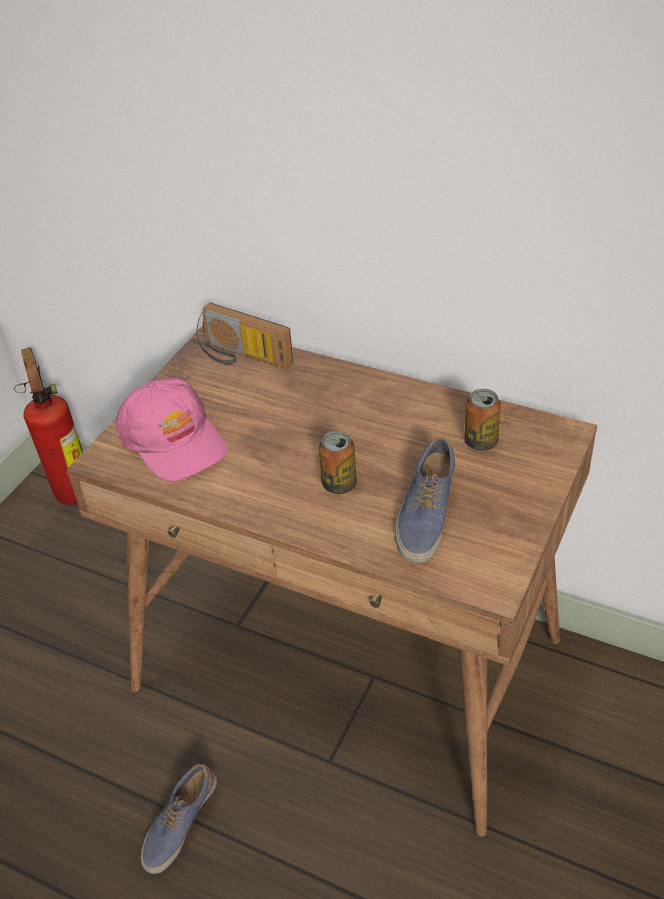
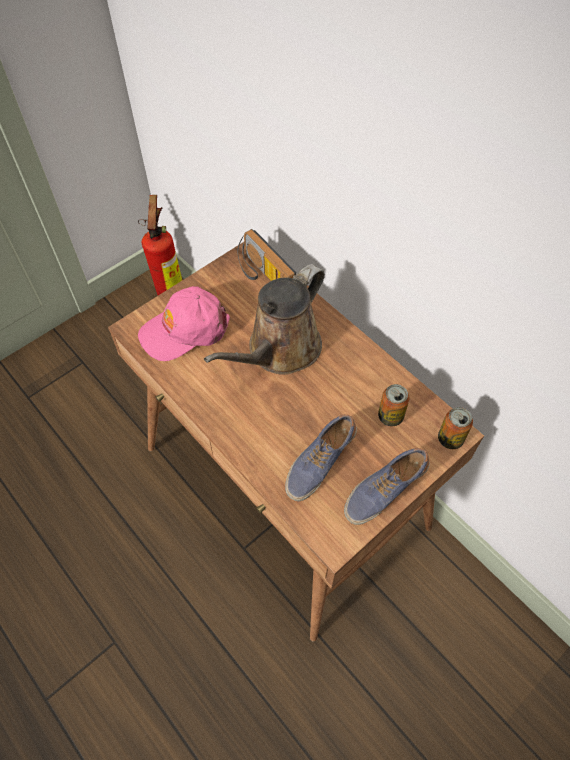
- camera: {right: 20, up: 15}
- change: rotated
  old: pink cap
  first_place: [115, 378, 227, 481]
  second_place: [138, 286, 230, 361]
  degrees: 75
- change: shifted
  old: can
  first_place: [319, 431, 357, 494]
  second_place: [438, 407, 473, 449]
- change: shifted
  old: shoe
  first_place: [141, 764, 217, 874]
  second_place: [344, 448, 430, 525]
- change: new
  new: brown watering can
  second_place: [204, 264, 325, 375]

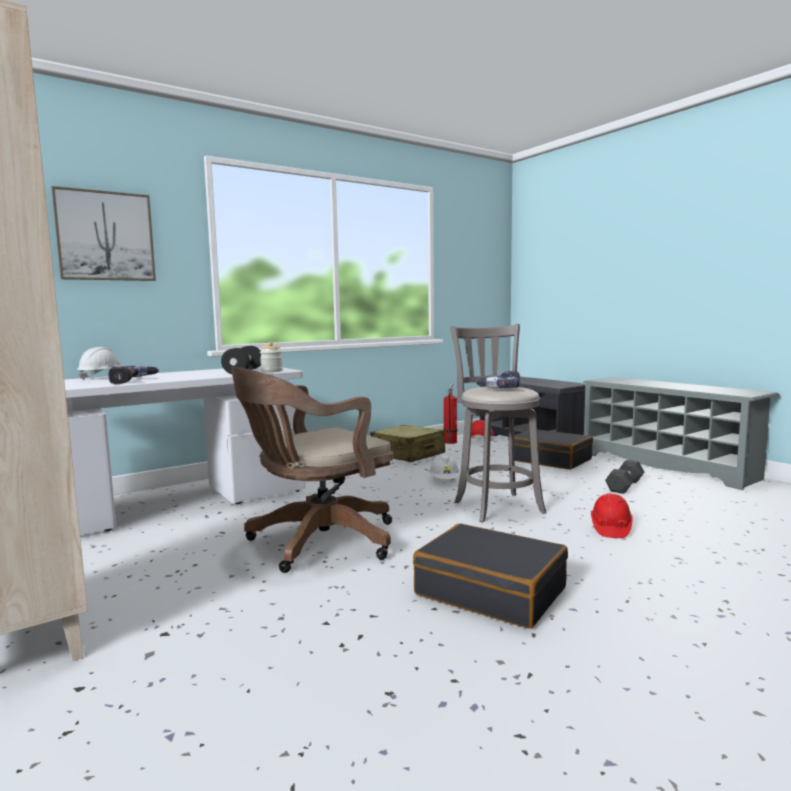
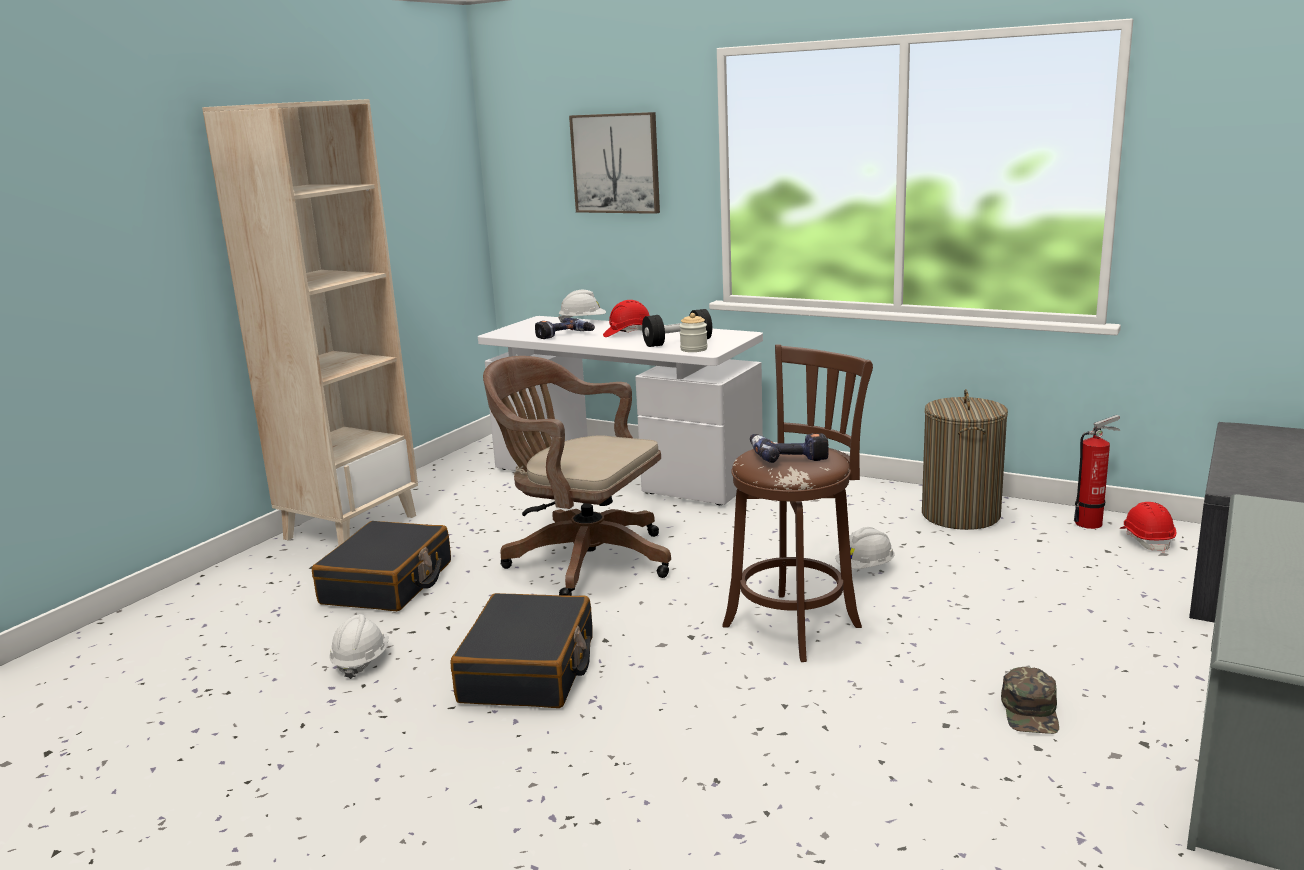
- camera: {right: 65, up: 10}
- change: repainted
  old: grey stool
  new: brown stool
  first_place: [450, 324, 546, 522]
  second_place: [723, 344, 873, 662]
- change: swapped
  old: beige suitcase
  new: laundry basket
  first_place: [370, 425, 445, 462]
  second_place: [922, 389, 1008, 530]
- change: shifted
  old: black suitcase
  first_place: [514, 430, 593, 470]
  second_place: [312, 521, 451, 611]
- change: swapped
  old: black dumbbell
  new: green cap
  first_place: [605, 460, 644, 494]
  second_place: [1001, 667, 1059, 734]
- change: shifted
  old: red hard hat
  first_place: [591, 494, 633, 538]
  second_place: [603, 300, 650, 337]
- change: new
  new: white hard hat
  second_place: [329, 614, 388, 679]

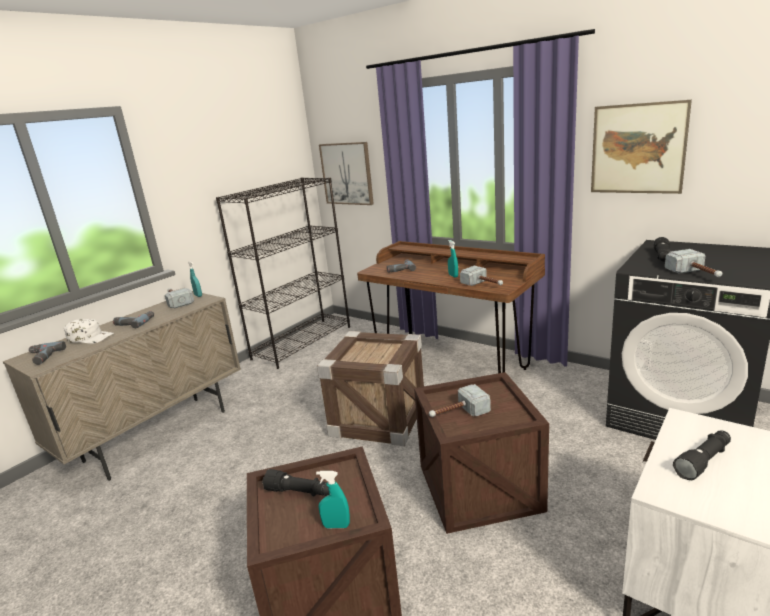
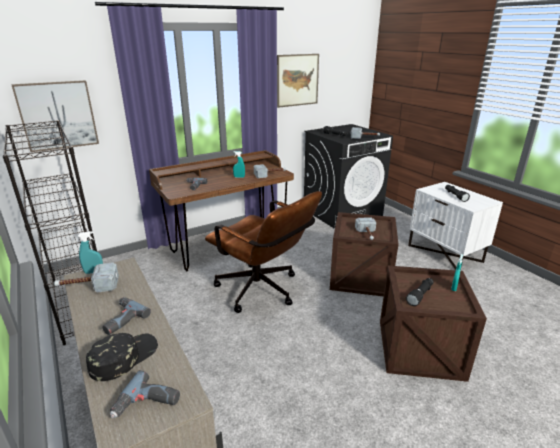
- camera: {right: -70, up: 5}
- change: repainted
  old: white cap
  new: black cap
  first_place: [64, 319, 114, 344]
  second_place: [86, 333, 158, 381]
- change: swapped
  old: crate
  new: brown office chair
  first_place: [317, 331, 424, 446]
  second_place: [205, 191, 322, 313]

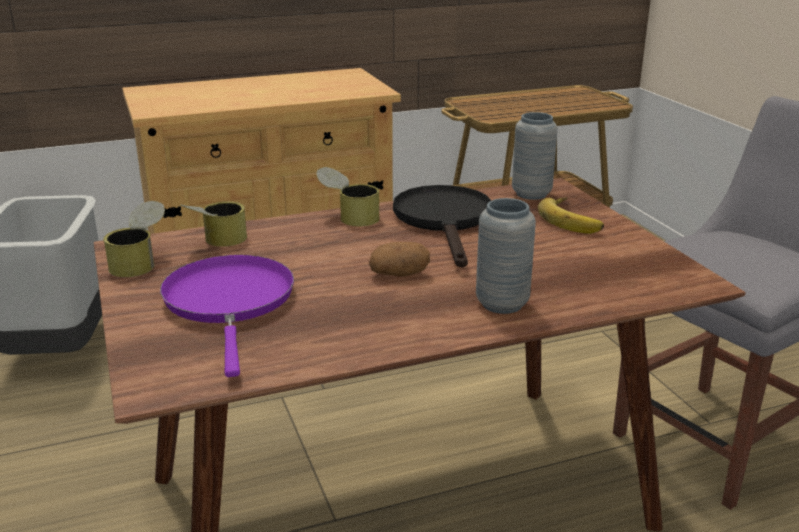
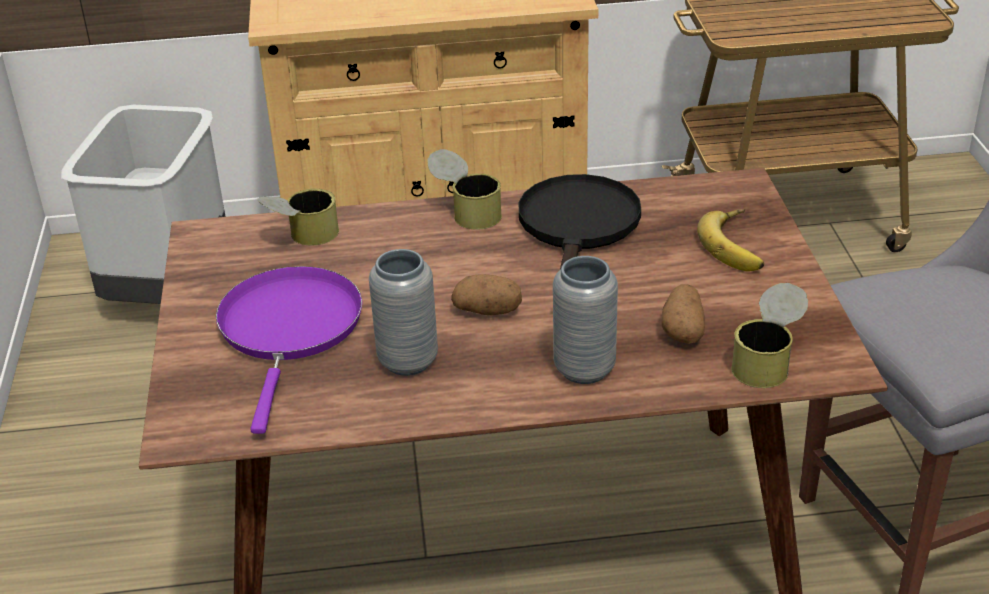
- camera: {right: 15, up: 10}
- change: shifted
  old: grey vase
  first_place: [512, 112, 558, 200]
  second_place: [369, 249, 438, 376]
- change: shifted
  old: can
  first_place: [103, 201, 165, 277]
  second_place: [732, 283, 808, 388]
- change: new
  new: potato
  second_place: [662, 284, 705, 344]

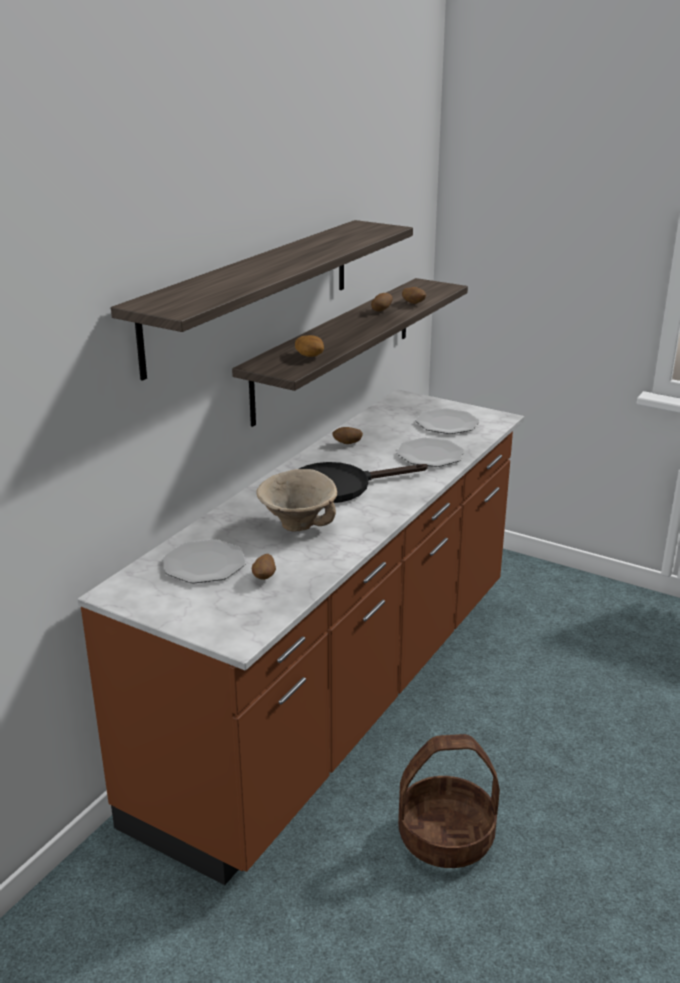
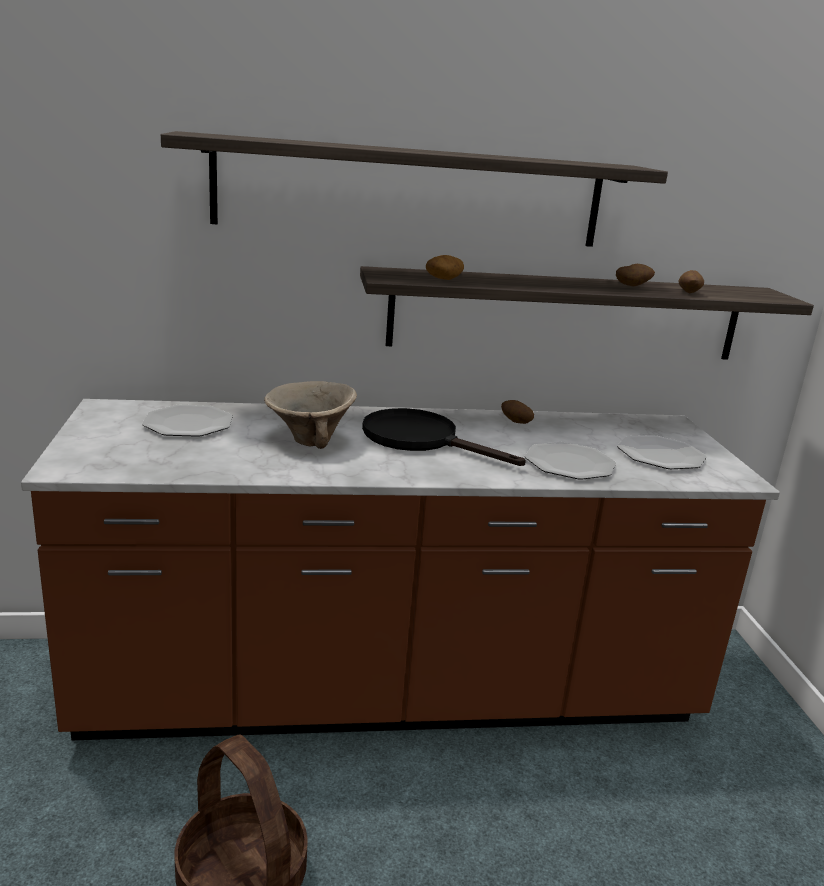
- camera: {right: 50, up: -5}
- change: gone
  old: potato
  first_place: [252, 554, 276, 580]

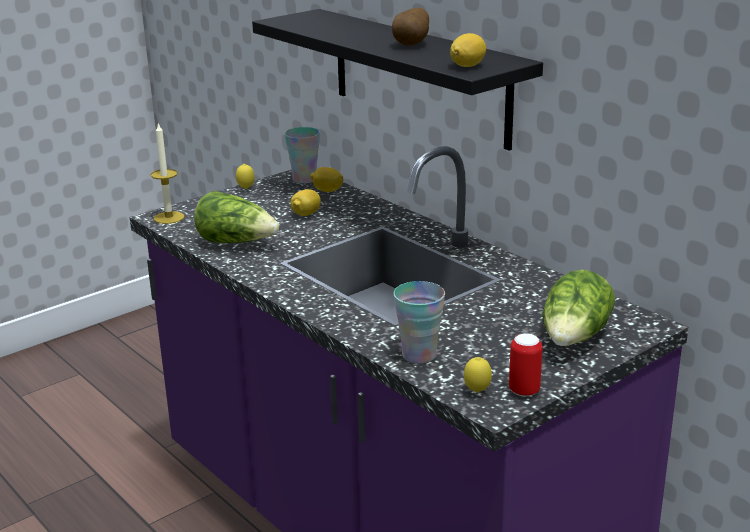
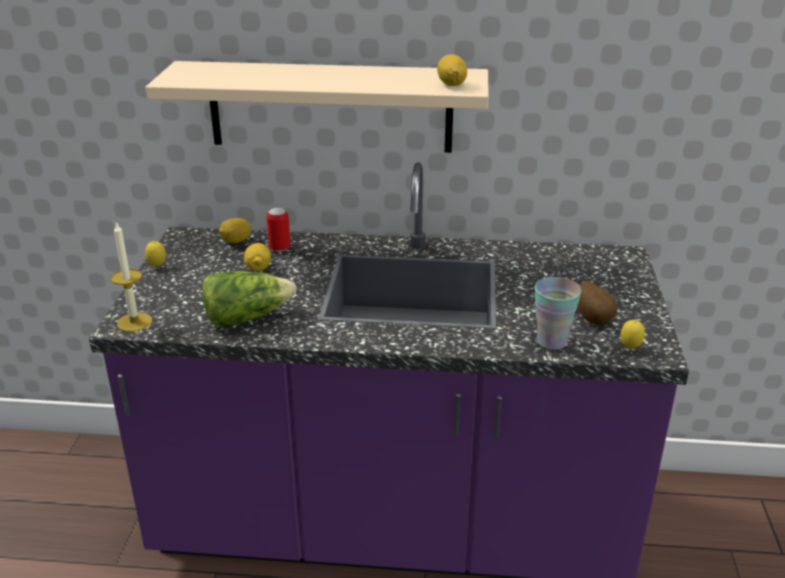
- camera: {right: -45, up: 5}
- change: shifted
  old: potato
  first_place: [392, 8, 429, 46]
  second_place: [577, 281, 617, 325]
- change: repainted
  old: black shelf
  new: beige shelf
  first_place: [252, 9, 543, 151]
  second_place: [146, 61, 489, 153]
- change: gone
  old: cup
  first_place: [284, 127, 320, 183]
- change: gone
  old: lettuce
  first_place: [542, 270, 615, 346]
- change: shifted
  old: can
  first_place: [509, 333, 543, 396]
  second_place: [267, 208, 290, 252]

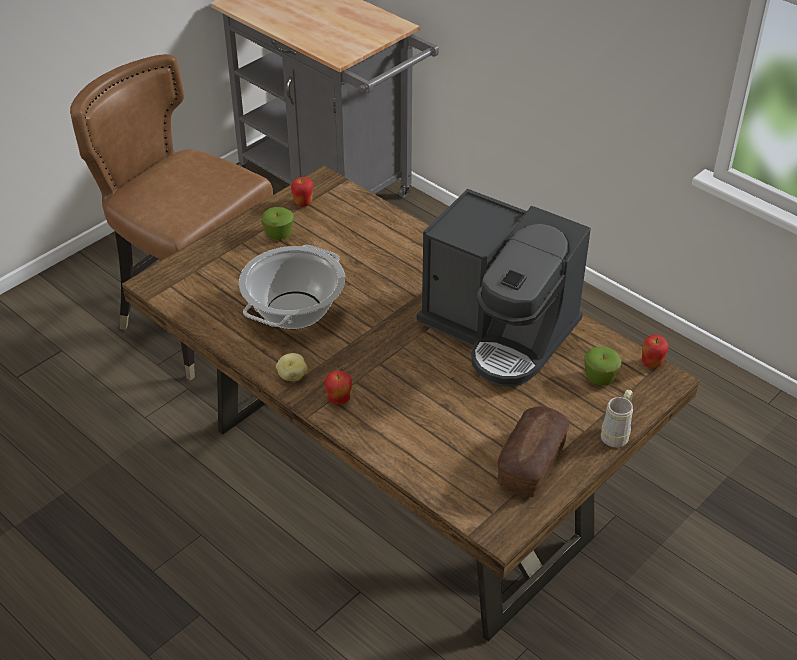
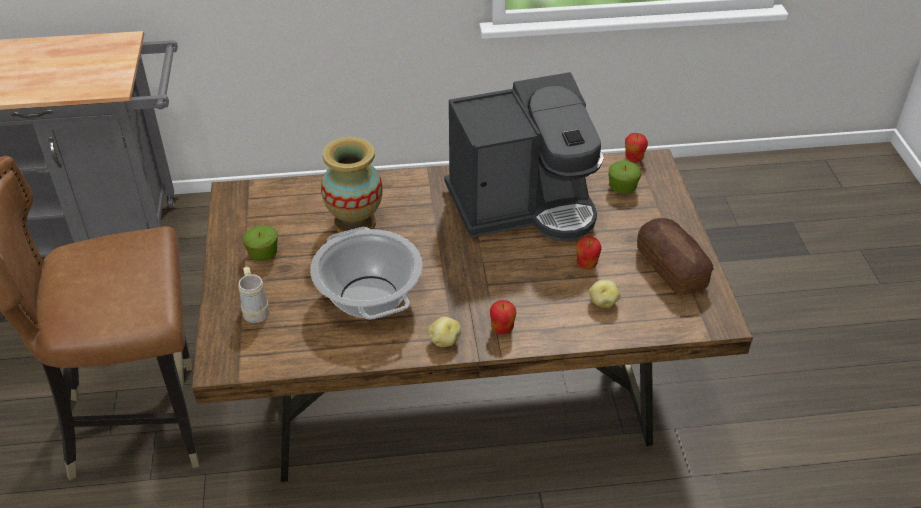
- camera: {right: -50, up: 0}
- change: shifted
  old: apple
  first_place: [291, 177, 313, 207]
  second_place: [576, 236, 602, 269]
- change: shifted
  old: beige mug
  first_place: [601, 390, 633, 447]
  second_place: [238, 267, 270, 323]
- change: new
  new: vase
  second_place: [321, 137, 382, 233]
- change: new
  new: potato
  second_place: [589, 280, 620, 308]

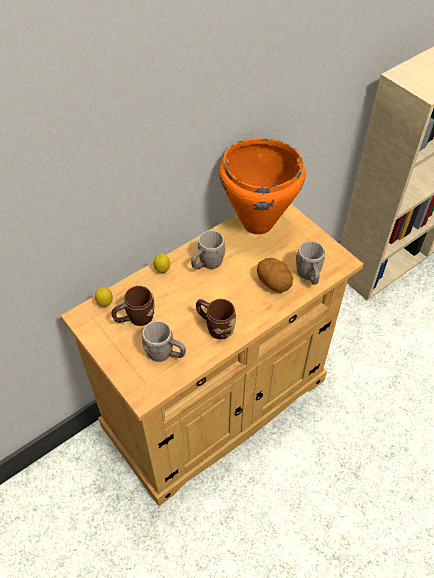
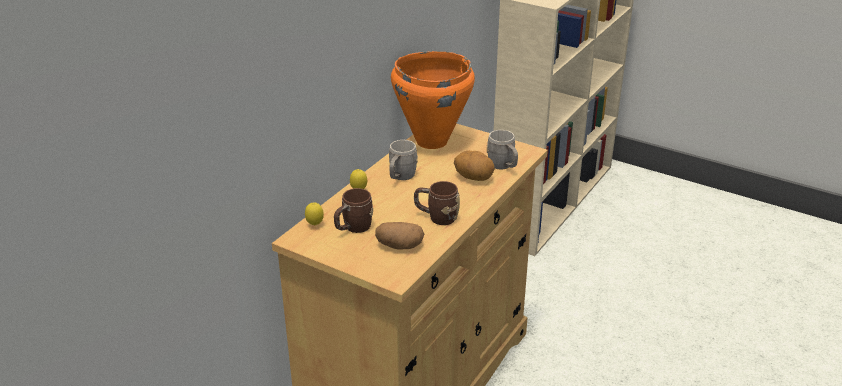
- camera: {right: -20, up: -20}
- change: swapped
  old: grey mug
  new: potato
  first_place: [142, 321, 186, 362]
  second_place: [375, 222, 424, 249]

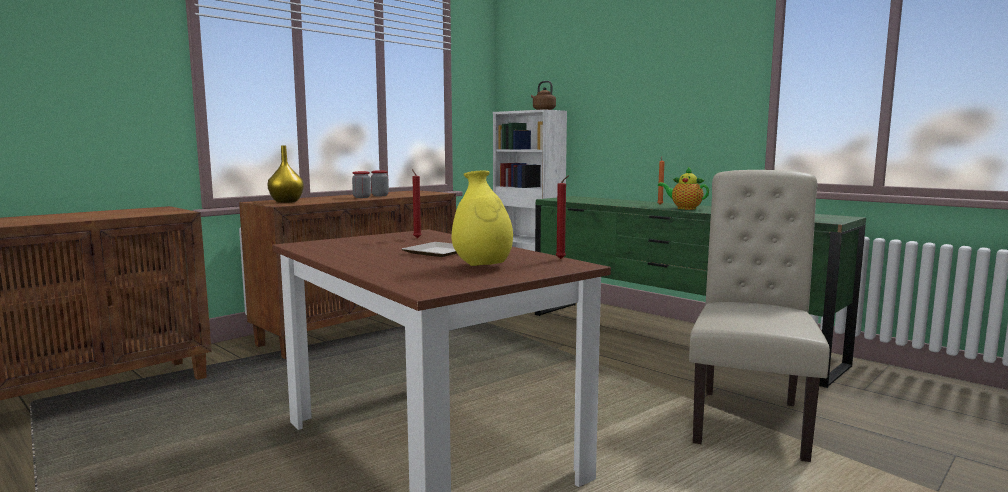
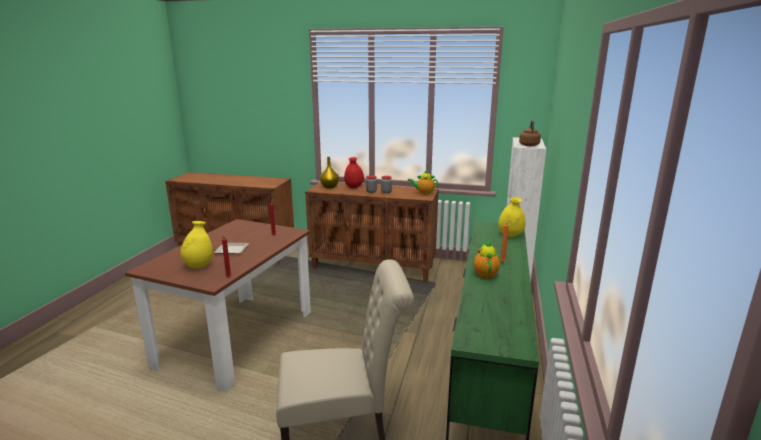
- camera: {right: 60, up: 10}
- change: new
  new: red vase
  second_place: [344, 157, 364, 188]
- change: new
  new: teapot
  second_place: [408, 170, 438, 195]
- change: new
  new: yellow vase
  second_place: [498, 197, 526, 237]

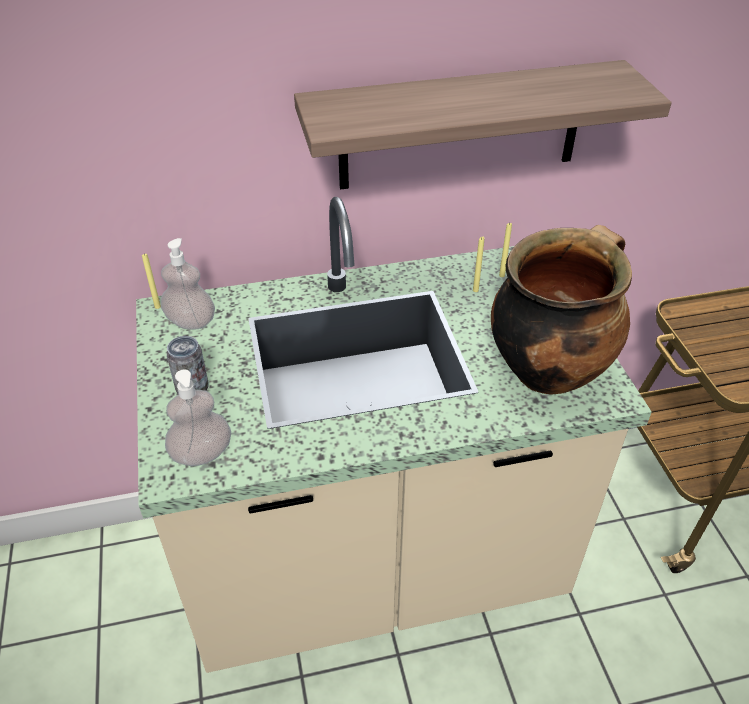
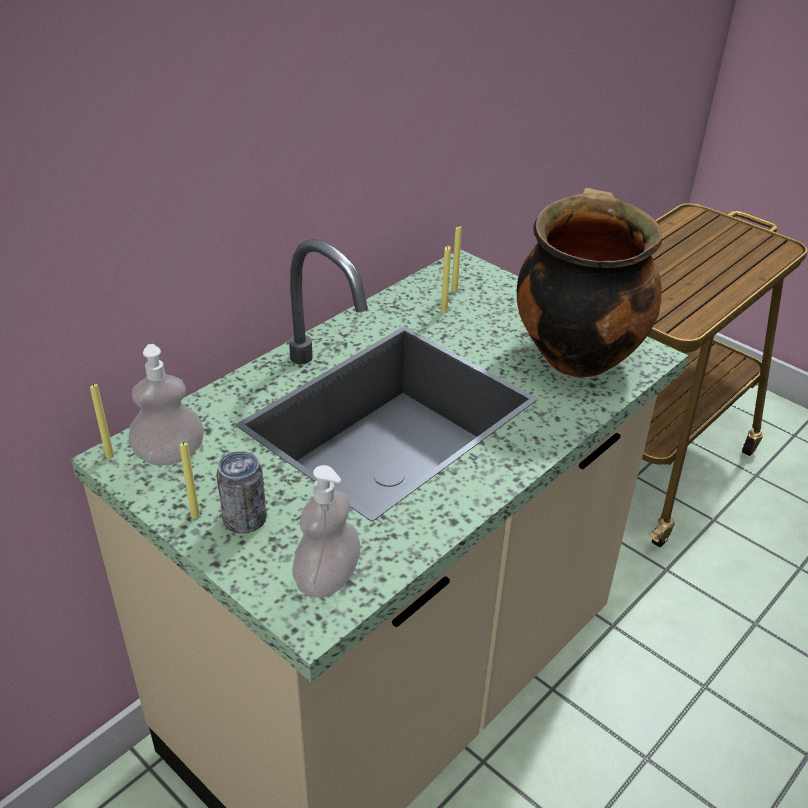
- camera: {right: -35, up: -5}
- change: gone
  old: shelf
  first_place: [294, 60, 672, 190]
- change: new
  new: yellow candle
  second_place: [180, 442, 200, 518]

